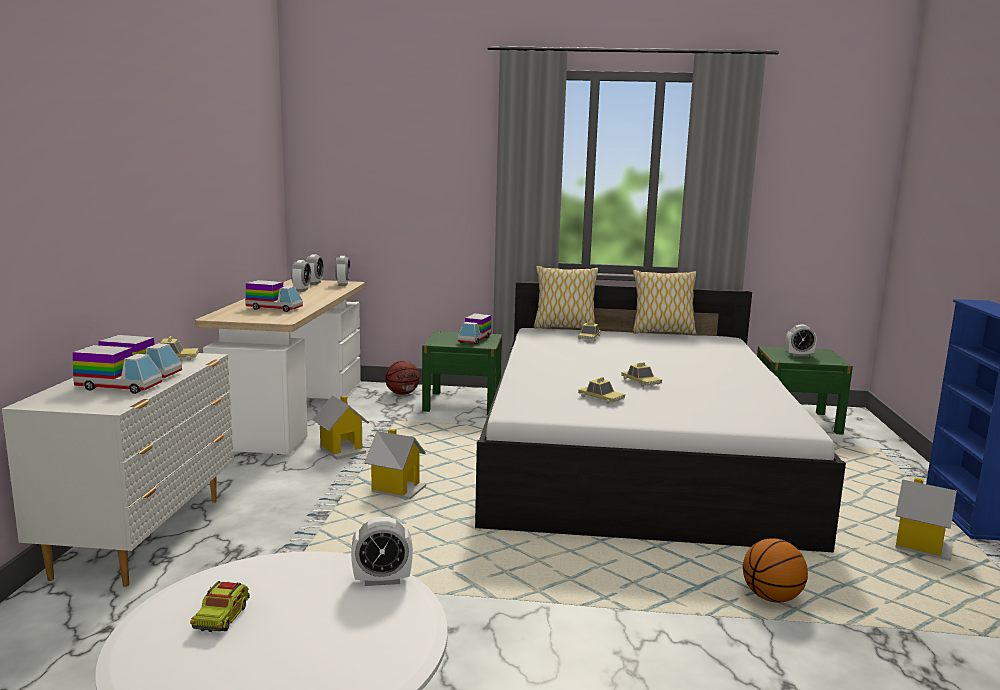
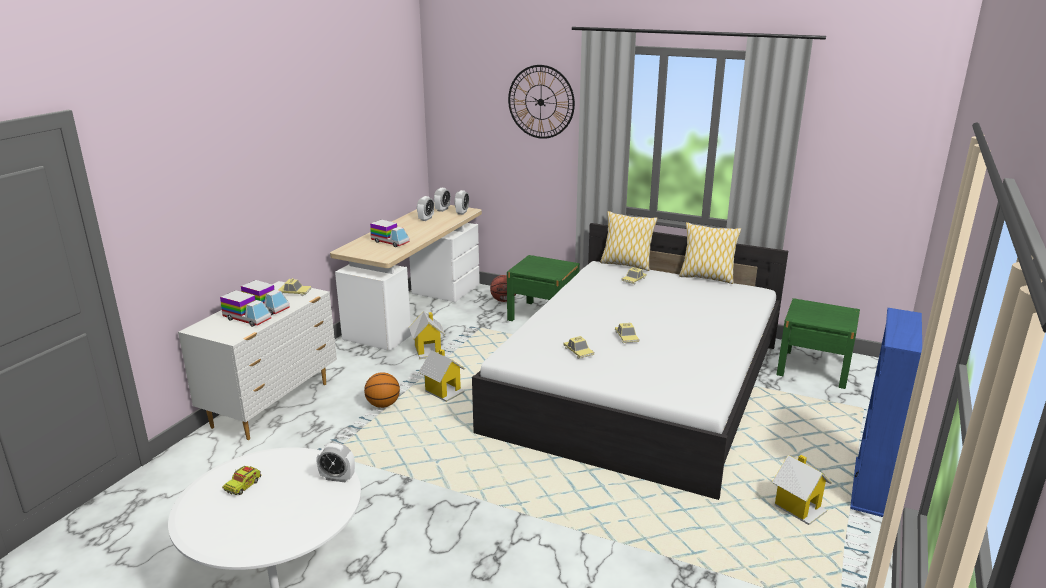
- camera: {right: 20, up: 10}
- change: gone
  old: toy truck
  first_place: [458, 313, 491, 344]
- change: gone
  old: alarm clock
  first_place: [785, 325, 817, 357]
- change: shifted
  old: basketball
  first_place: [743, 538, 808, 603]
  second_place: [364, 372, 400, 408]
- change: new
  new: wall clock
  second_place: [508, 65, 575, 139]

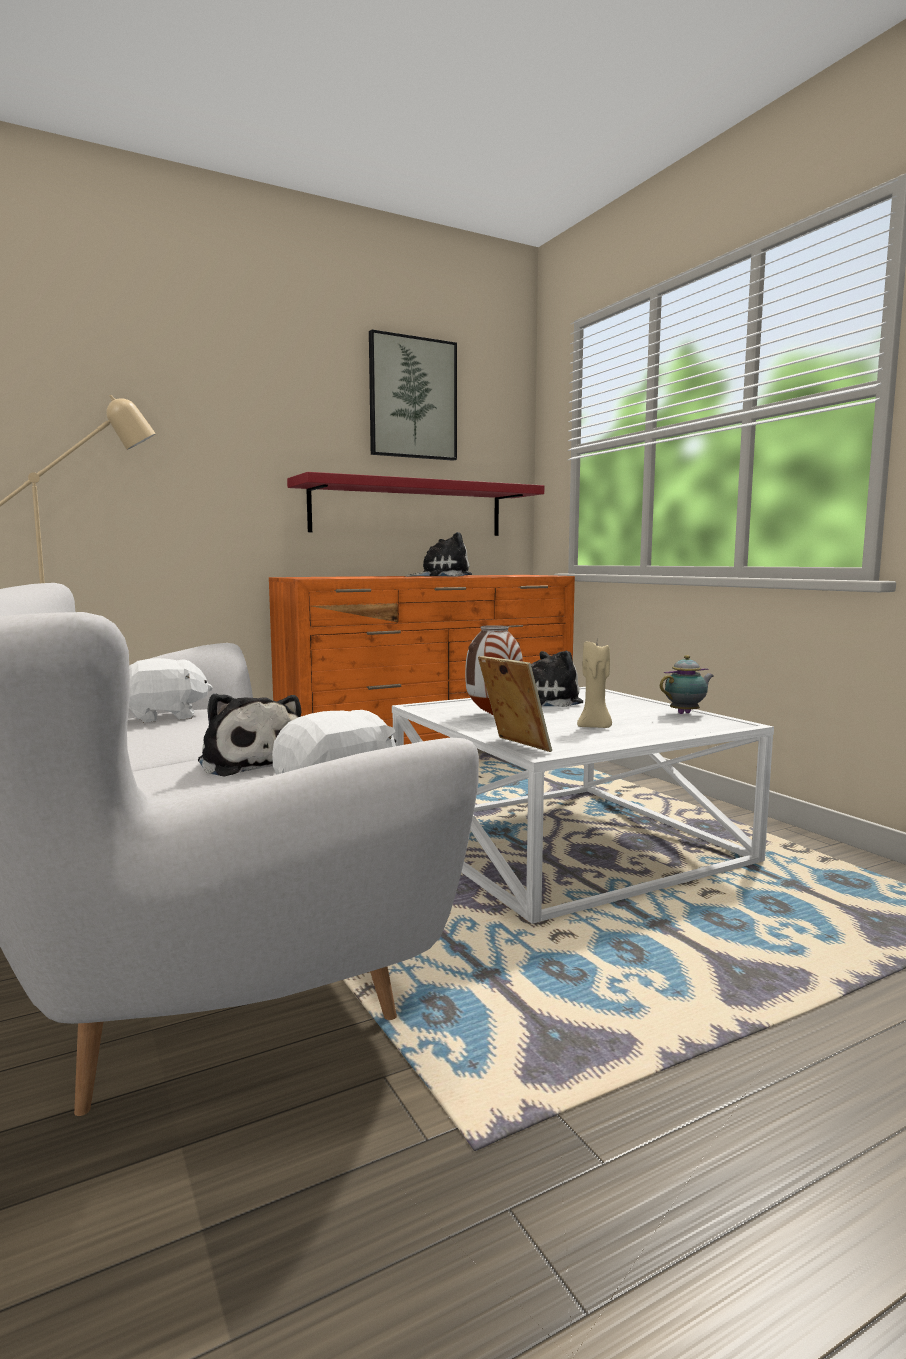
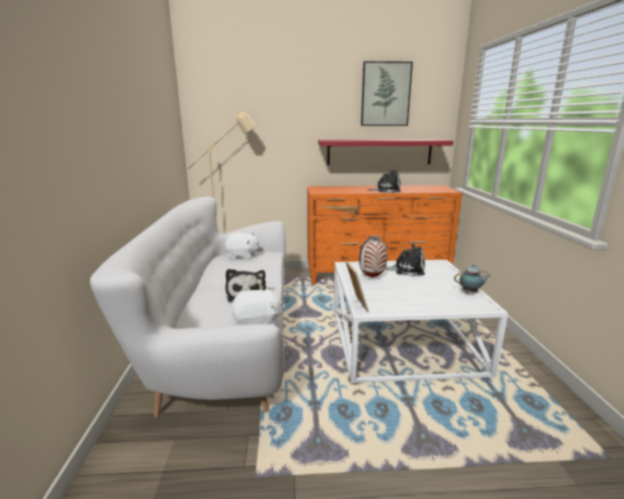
- camera: {right: 25, up: 10}
- change: gone
  old: beige candle
  first_place: [577, 642, 612, 728]

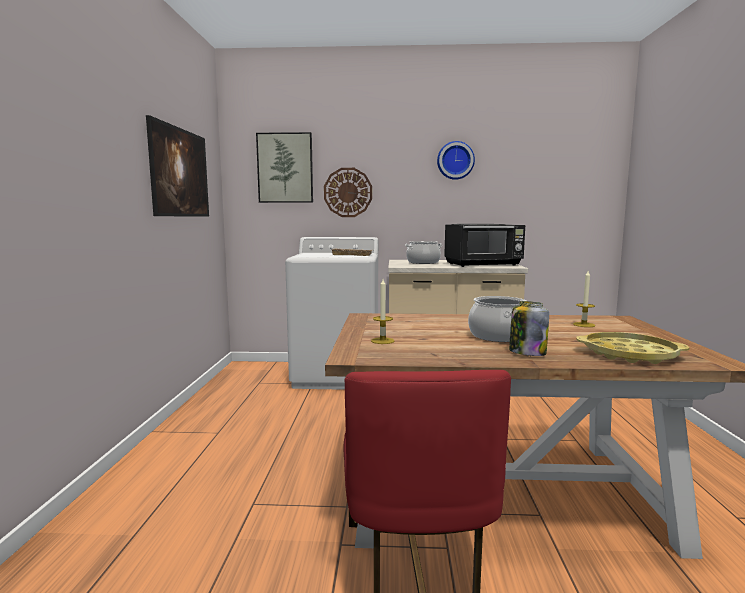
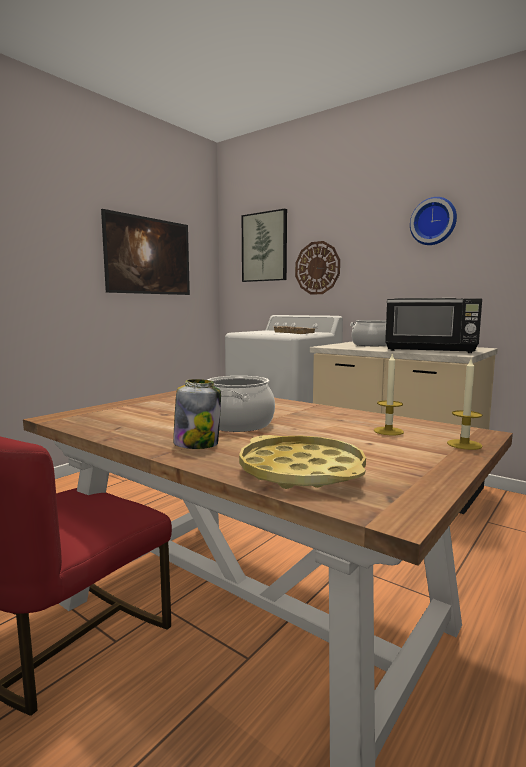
- camera: {right: 35, up: 0}
- change: shifted
  old: candle
  first_place: [371, 279, 395, 344]
  second_place: [447, 357, 483, 450]

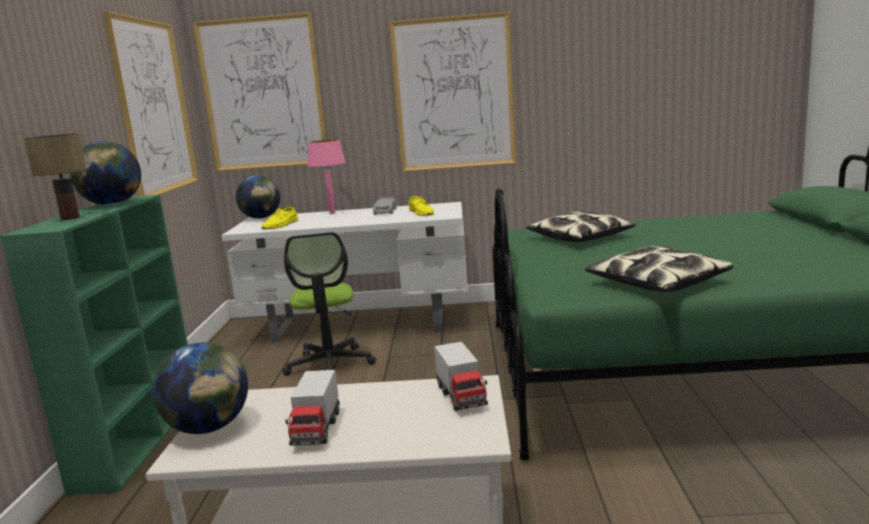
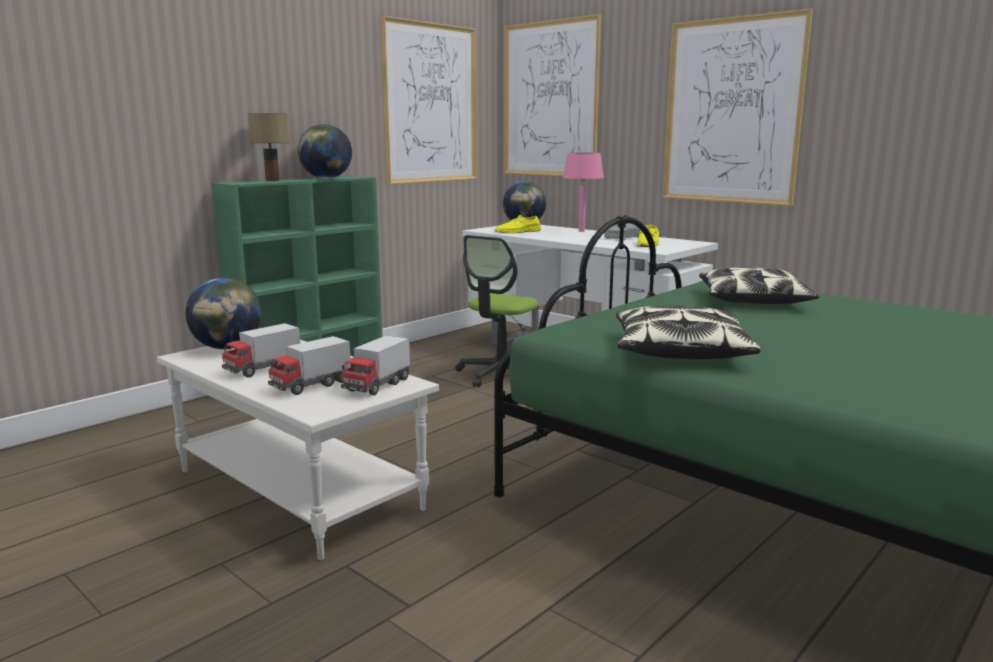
- camera: {right: 40, up: 0}
- change: new
  new: toy truck
  second_place: [268, 336, 351, 395]

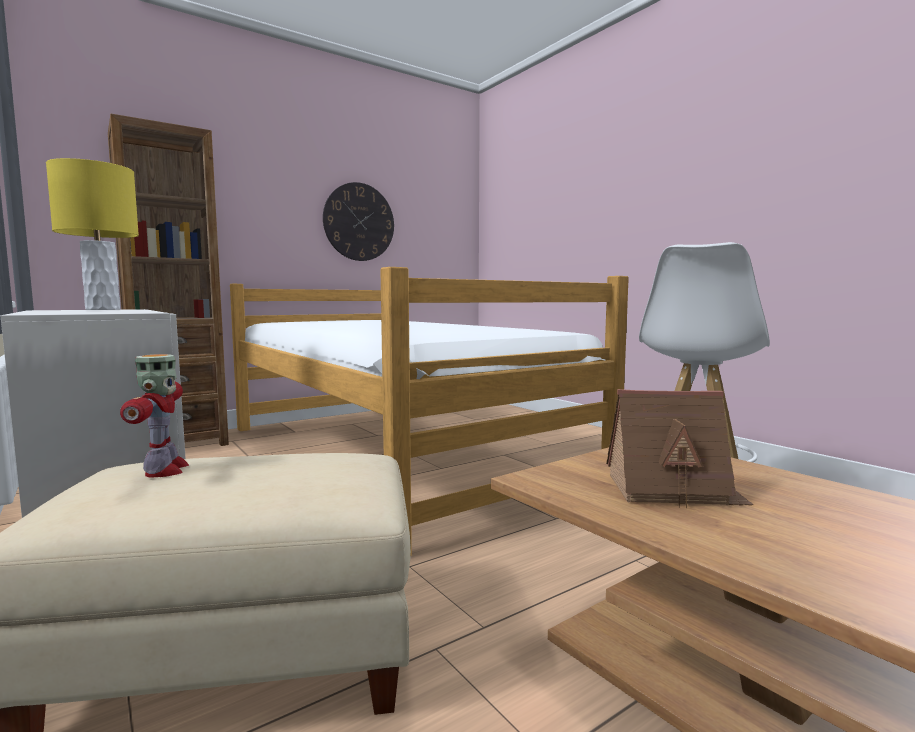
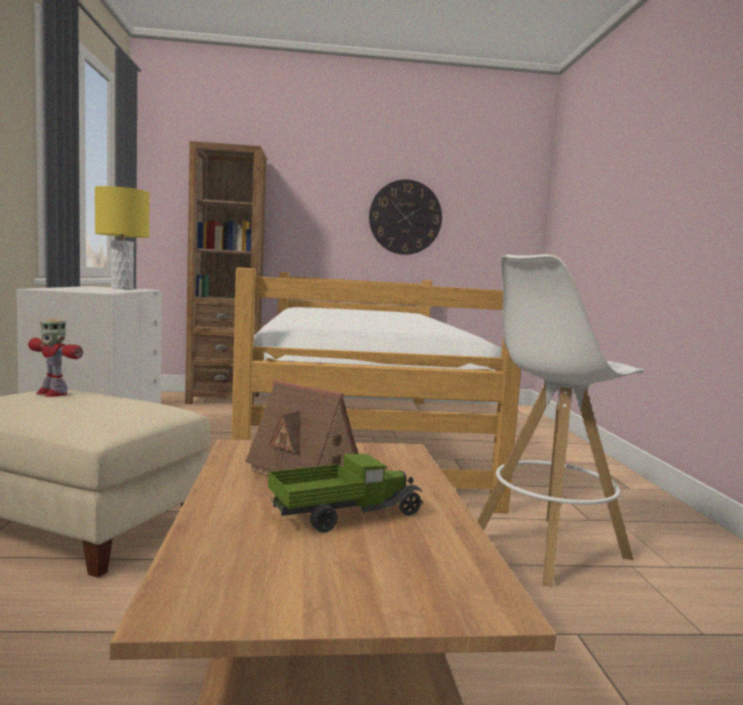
- camera: {right: 30, up: 0}
- change: rotated
  old: toy robot
  first_place: [120, 354, 189, 477]
  second_place: [28, 319, 83, 397]
  degrees: 105
- change: new
  new: toy truck
  second_place: [268, 454, 423, 533]

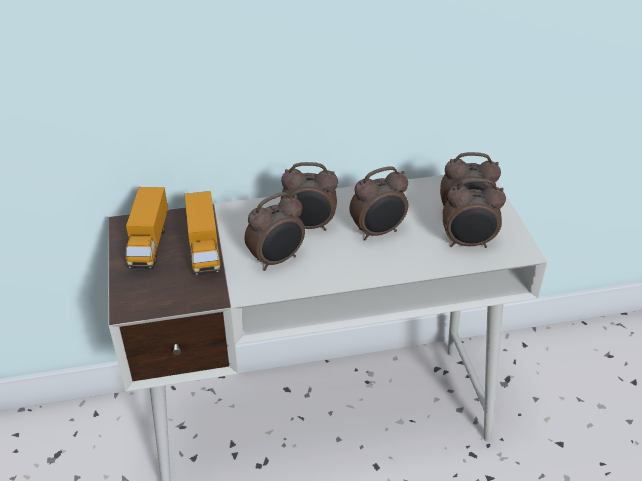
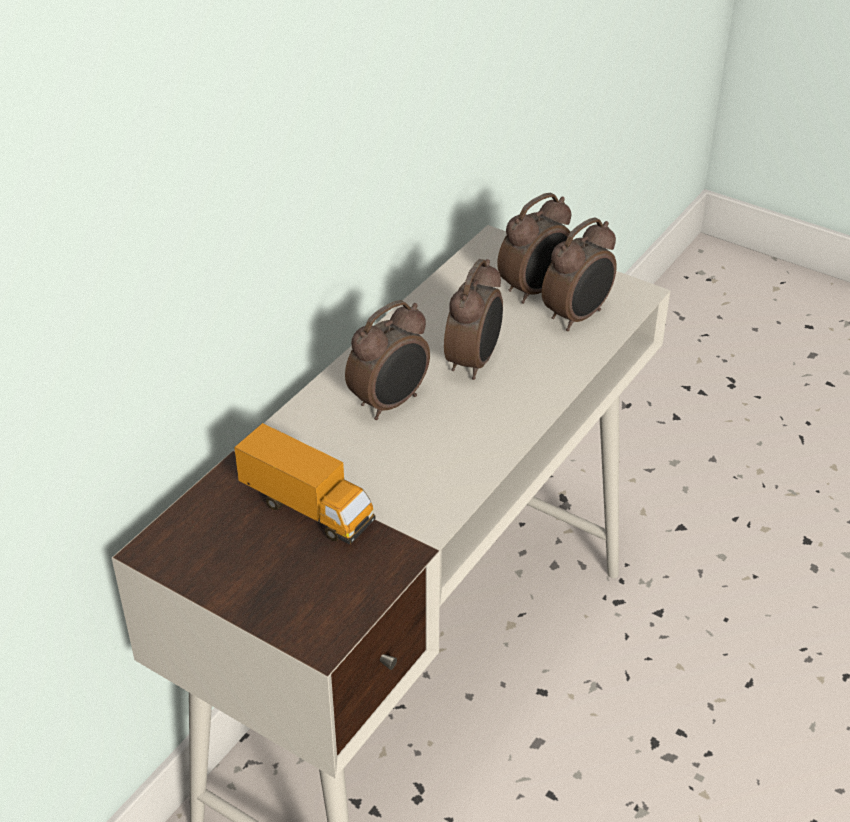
- camera: {right: -45, up: 0}
- change: gone
  old: toy truck
  first_place: [125, 187, 168, 269]
- change: gone
  old: alarm clock
  first_place: [245, 192, 305, 271]

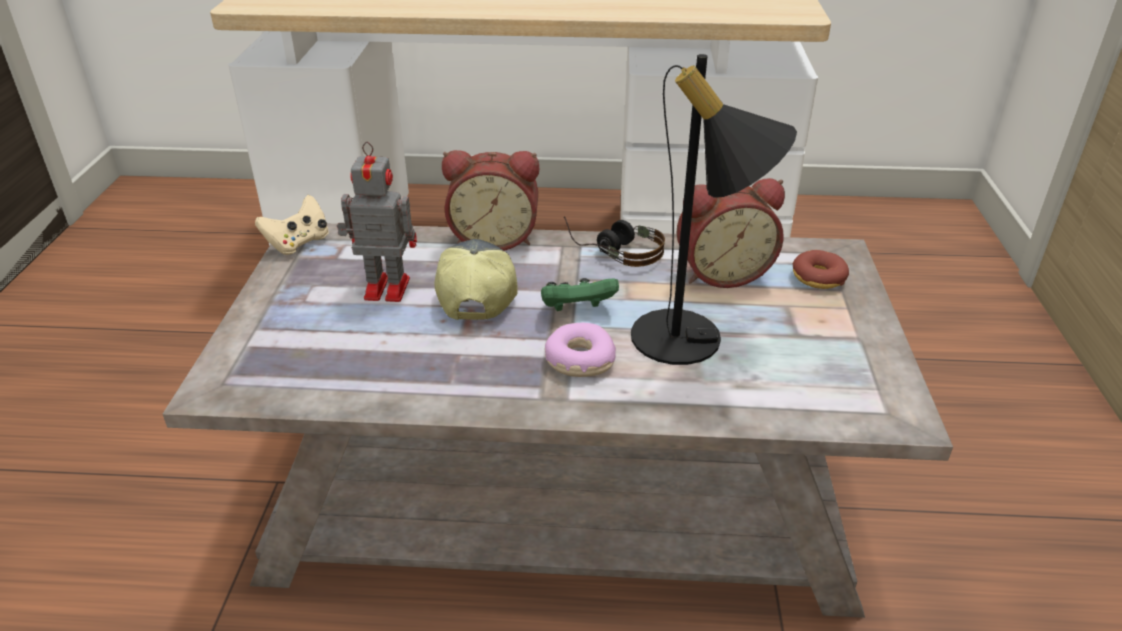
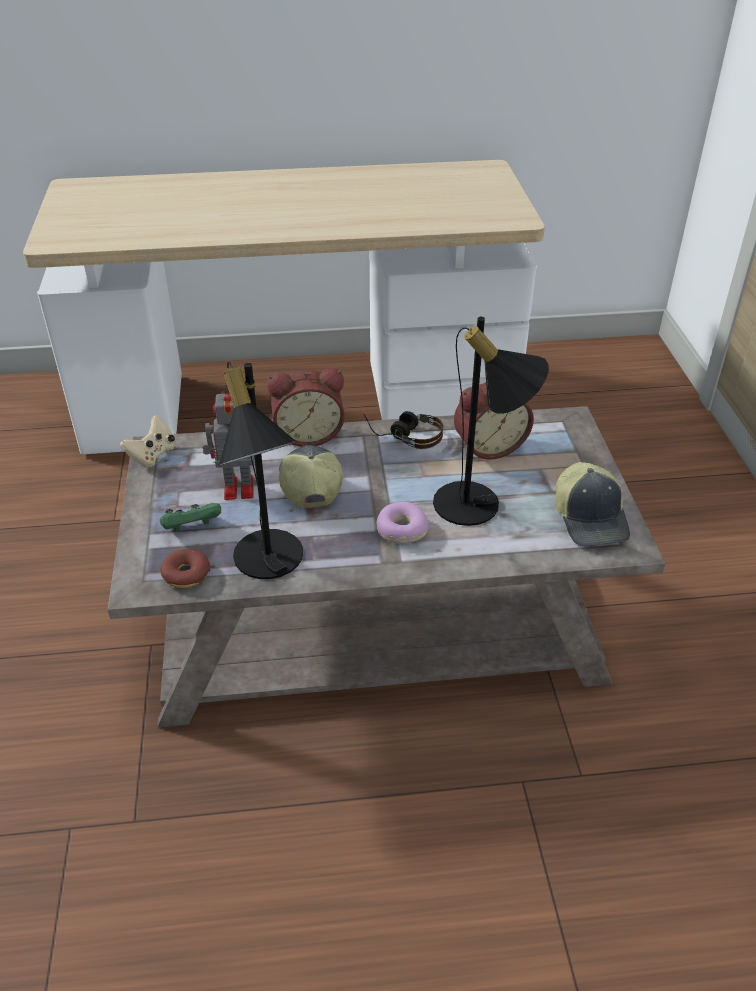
- camera: {right: -10, up: 5}
- change: shifted
  old: donut
  first_place: [793, 250, 849, 289]
  second_place: [160, 549, 210, 588]
- change: shifted
  old: green game controller
  first_place: [541, 278, 619, 311]
  second_place: [160, 503, 221, 532]
- change: new
  new: black table lamp
  second_place: [219, 361, 303, 579]
- change: new
  new: cap
  second_place: [556, 462, 630, 547]

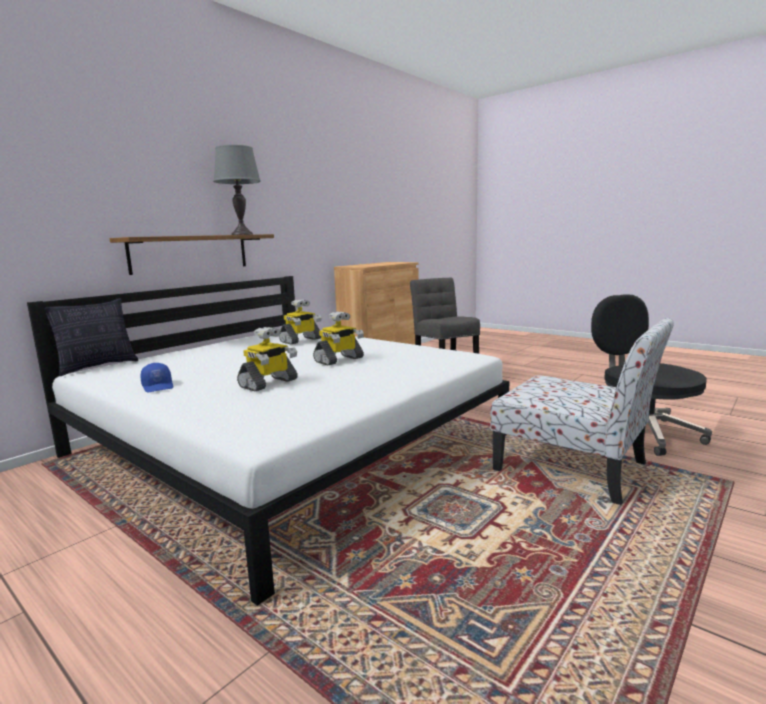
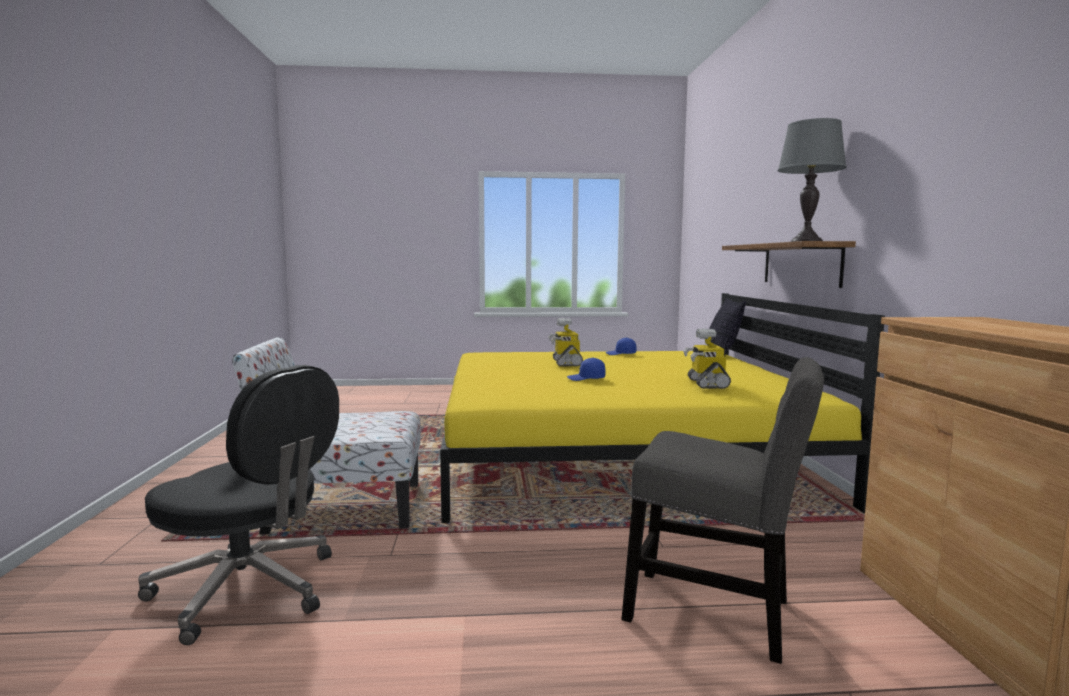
- camera: {right: 135, up: -5}
- change: repainted
  old: white bed
  new: yellow bed
  first_place: [27, 276, 509, 606]
  second_place: [440, 293, 885, 523]
- change: swapped
  old: toy robot
  new: blue cap
  first_place: [313, 312, 364, 366]
  second_place: [567, 358, 606, 381]

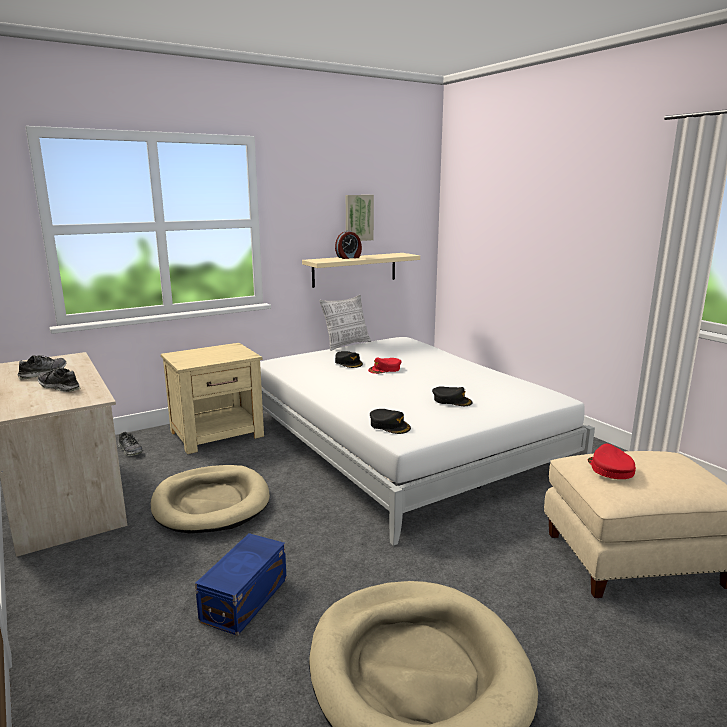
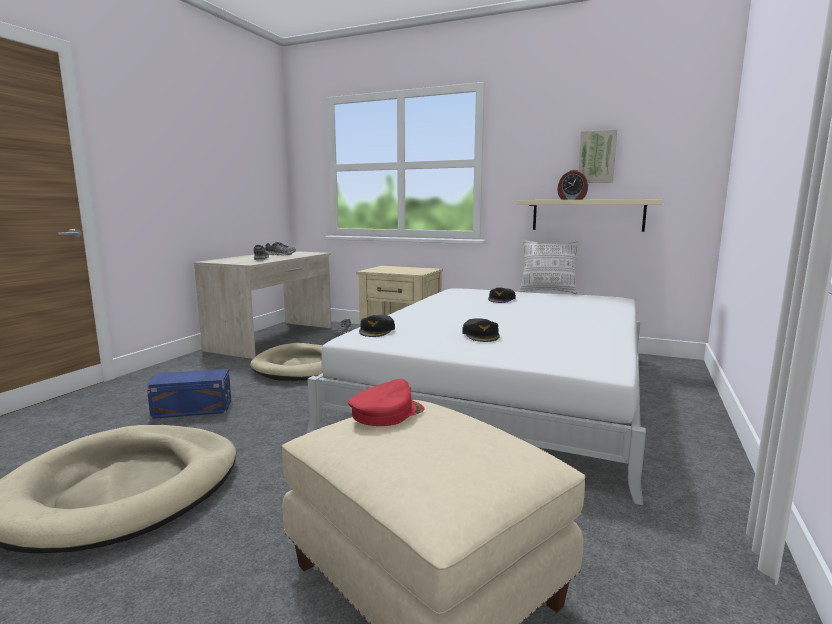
- camera: {right: 55, up: -5}
- change: gone
  old: red cap
  first_place: [368, 358, 402, 374]

